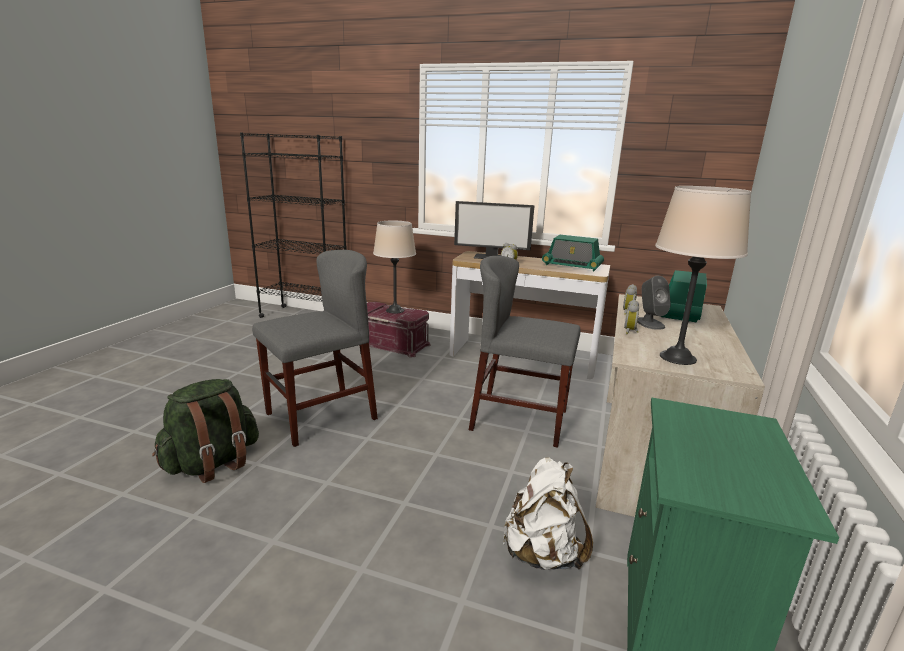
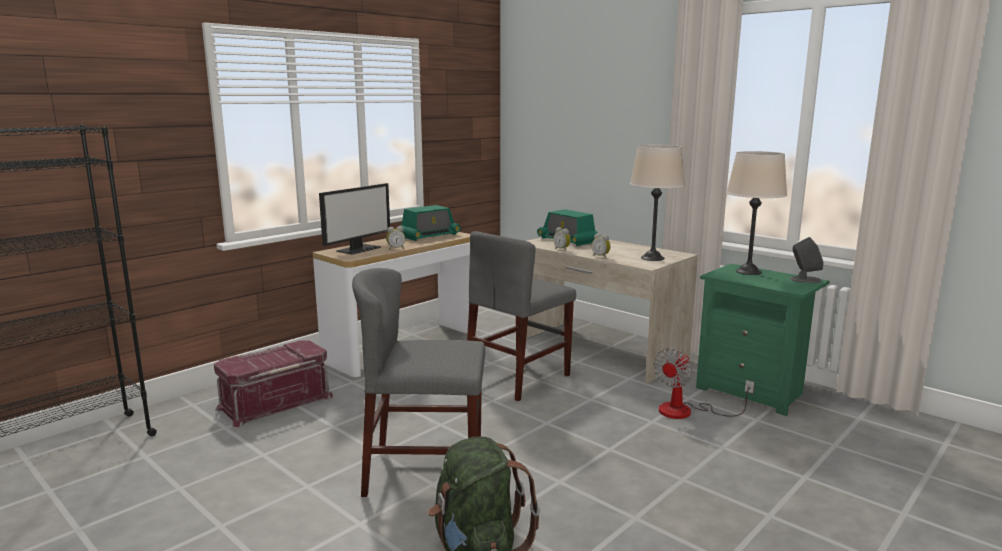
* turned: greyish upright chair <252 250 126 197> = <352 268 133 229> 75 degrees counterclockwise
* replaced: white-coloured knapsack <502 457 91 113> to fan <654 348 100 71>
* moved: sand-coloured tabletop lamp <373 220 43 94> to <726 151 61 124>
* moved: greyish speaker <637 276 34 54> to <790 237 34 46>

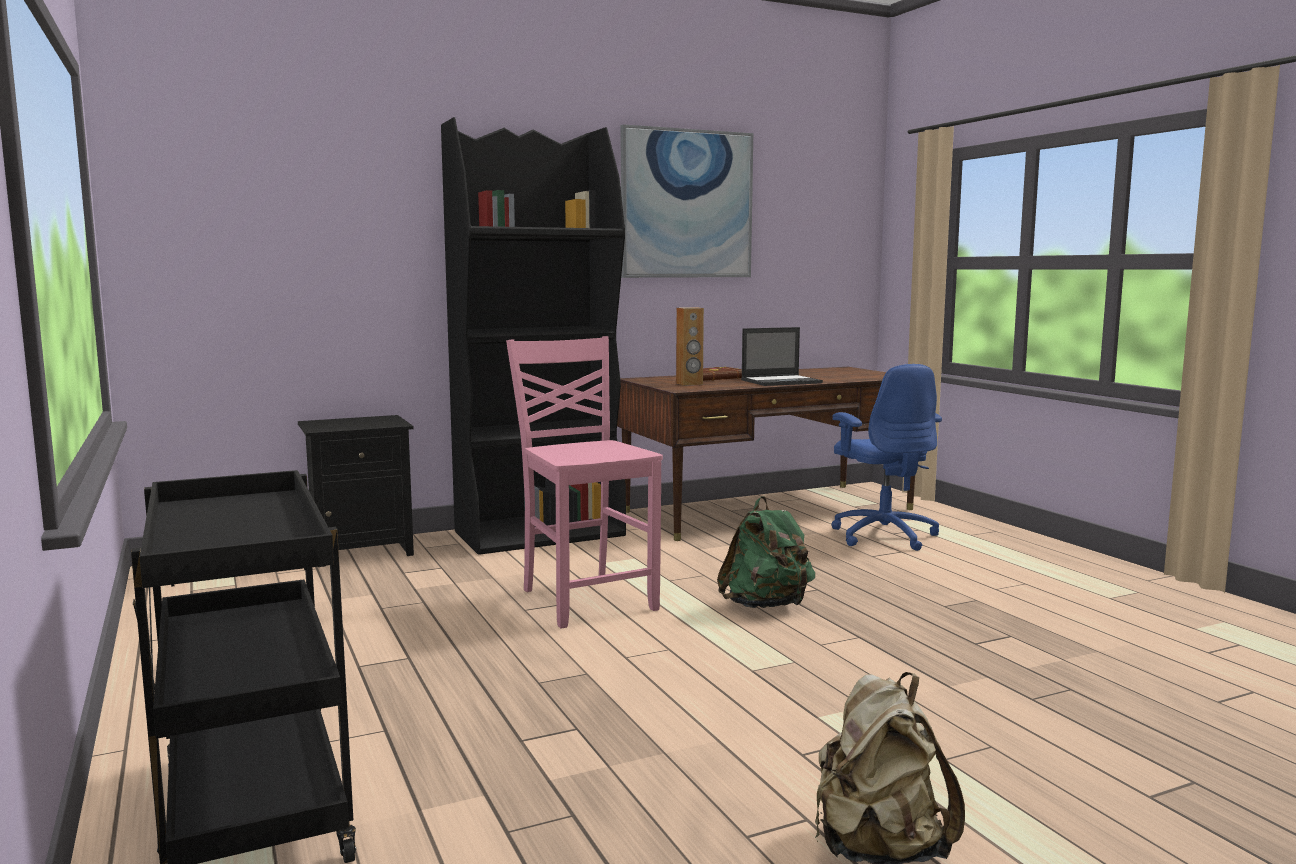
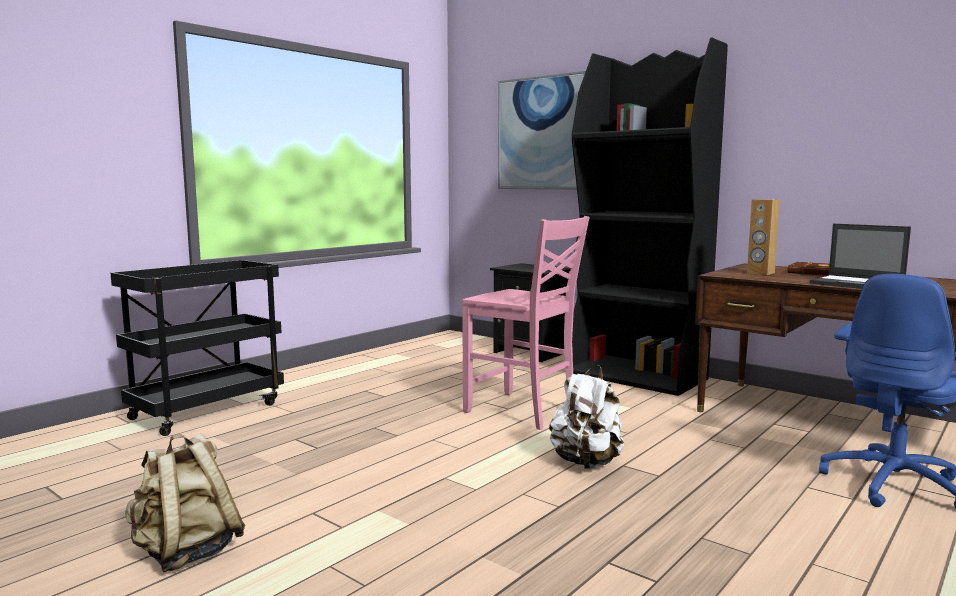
* turned: pink upright chair <506 336 157 292> = <462 216 127 214> 90 degrees clockwise
* moved: wall picture <621 124 132 154> to <498 71 88 119>
* recoloured: green knapsack <717 496 98 112> to white-coloured knapsack <549 365 75 104>

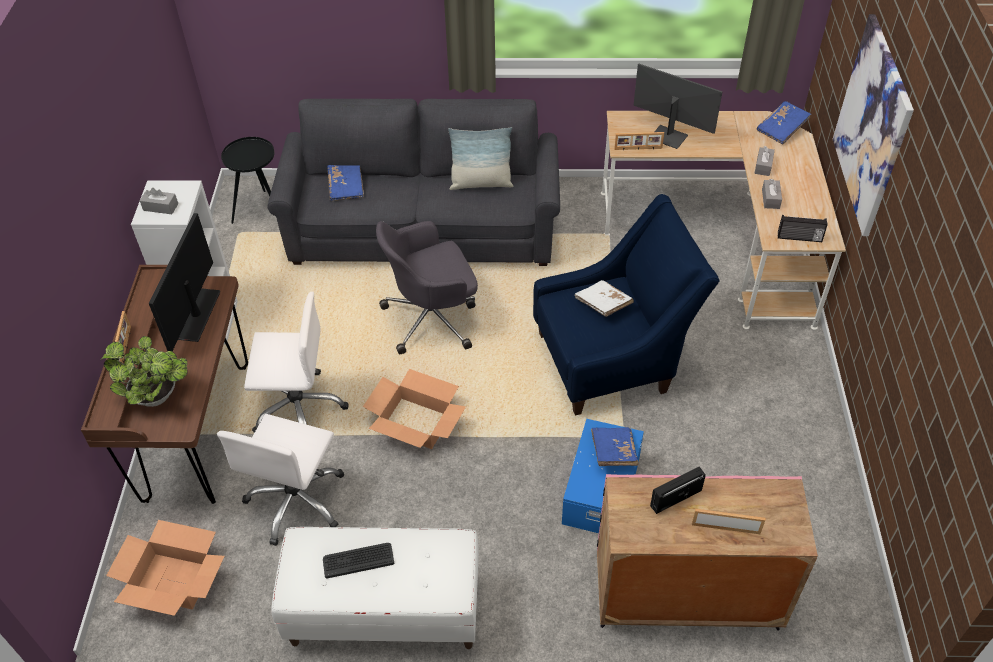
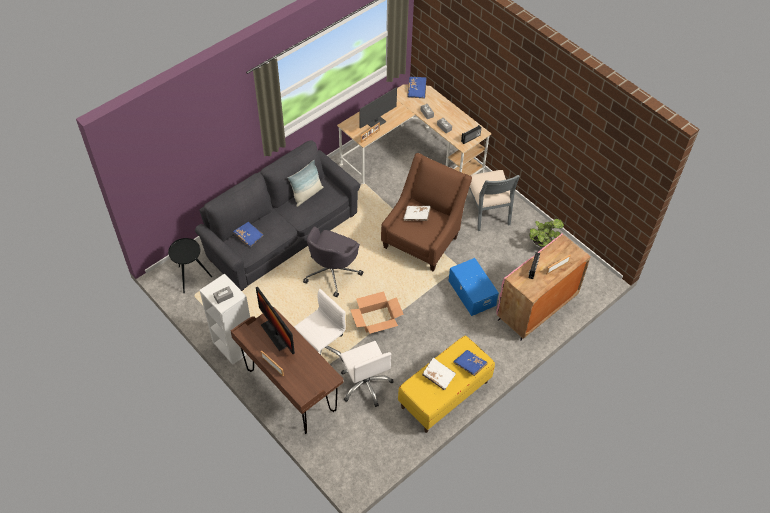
* turned: monitor <633 64 90 85> = <359 87 38 41> 150 degrees clockwise
* recoloured: bluish easy chair <533 194 187 222> to brown easy chair <381 153 91 119>
* recoloured: white-coloured long seat <271 527 207 122> to yellowish long seat <398 335 97 98>
* replaced: keyboard <323 543 71 36> to white-coloured volume <422 358 34 32>
* moved: bluish volume <591 427 47 39> to <454 350 34 26>
* added: greyish upright chair <469 170 51 61>
* moved: houseplant <101 336 87 71> to <529 219 35 29>
* removed: packing box <106 520 119 96>
* removed: wall picture <833 14 81 222>

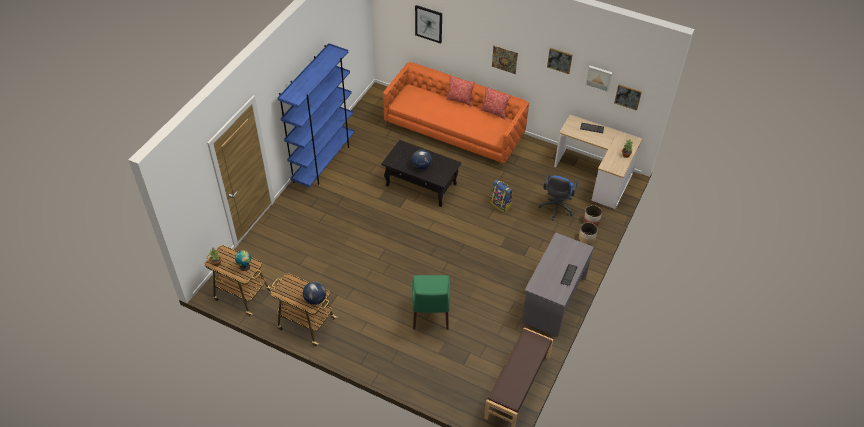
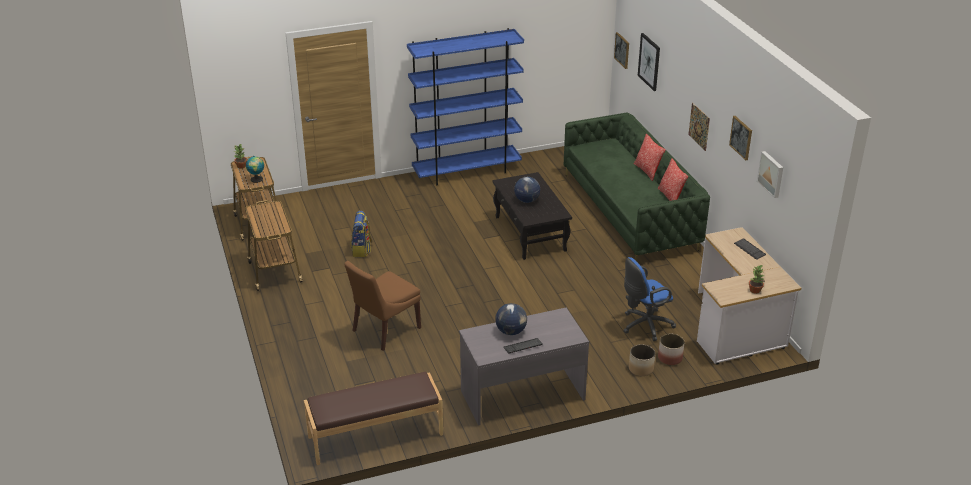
* recoloured: green upright chair <412 275 38 55> to brown upright chair <344 261 77 90>
* moved: knapsack <490 179 23 34> to <351 211 21 46>
* moved: globe <303 281 23 24> to <495 303 32 32>
* recoloured: orangey sofa <383 62 146 106> to green sofa <563 113 147 149>
* moved: wall picture <614 84 28 27> to <614 32 15 37>

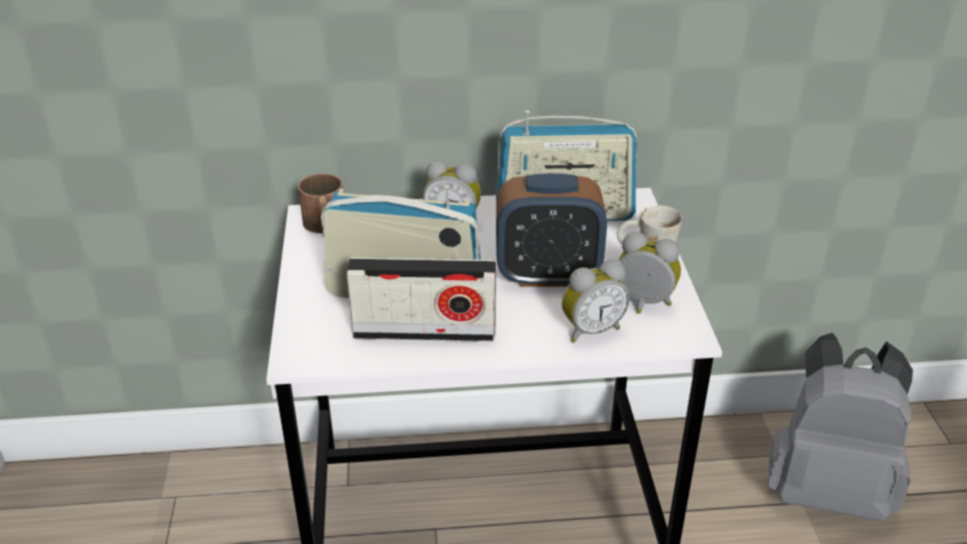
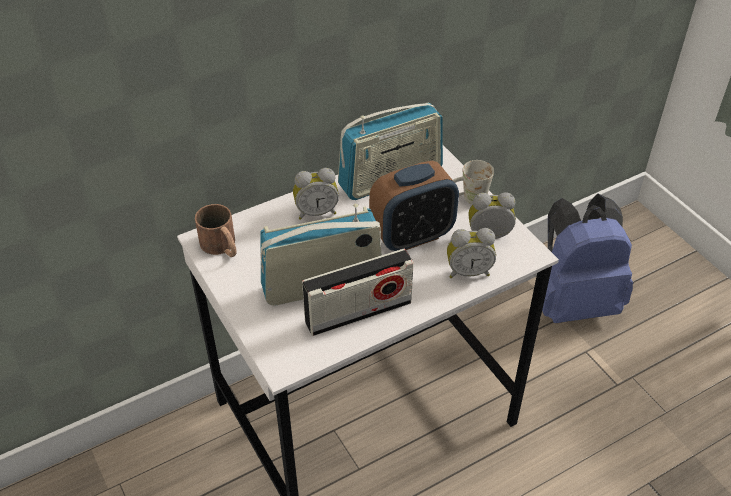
* turned: table clock <562 259 68 84> = <447 228 49 50> 45 degrees clockwise
* recoloured: greyish knapsack <769 333 144 189> to bluish knapsack <542 193 91 130>

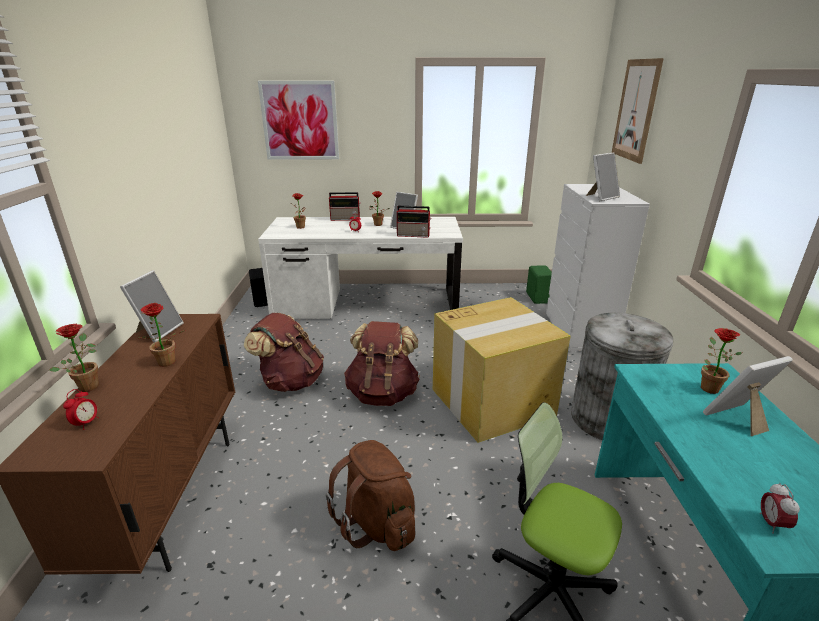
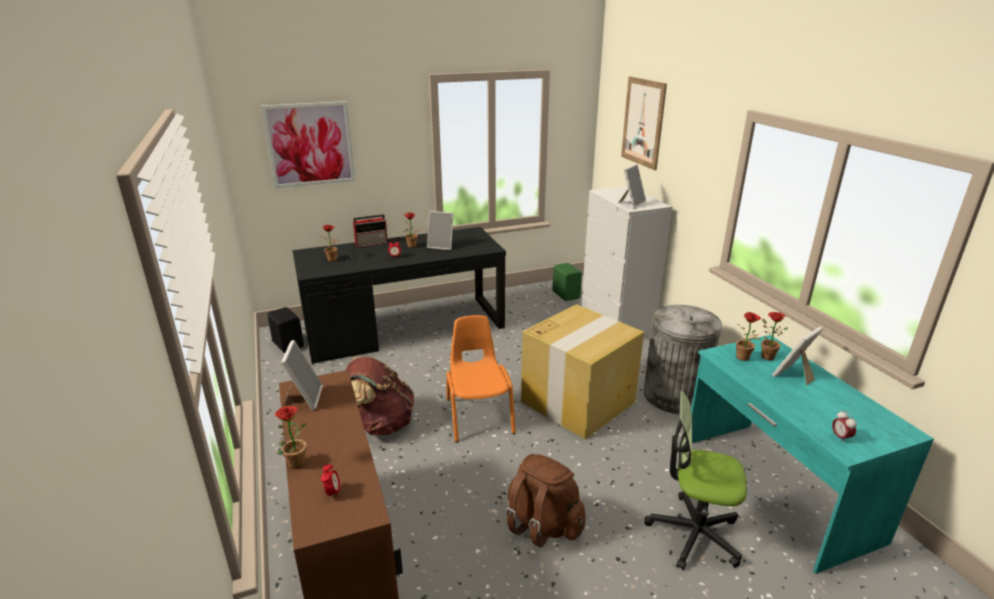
* recoloured: white-coloured desk table <258 217 205 102> to blackish desk table <293 227 213 137>
* replaced: brown knapsack <344 321 76 85> to orangey upright chair <447 315 69 127>
* moved: houseplant <139 303 46 64> to <736 312 25 49>
* removed: radio <397 206 34 32>

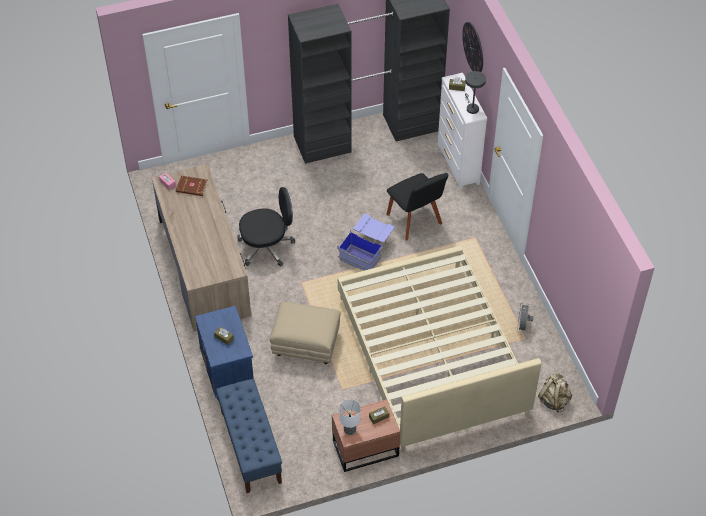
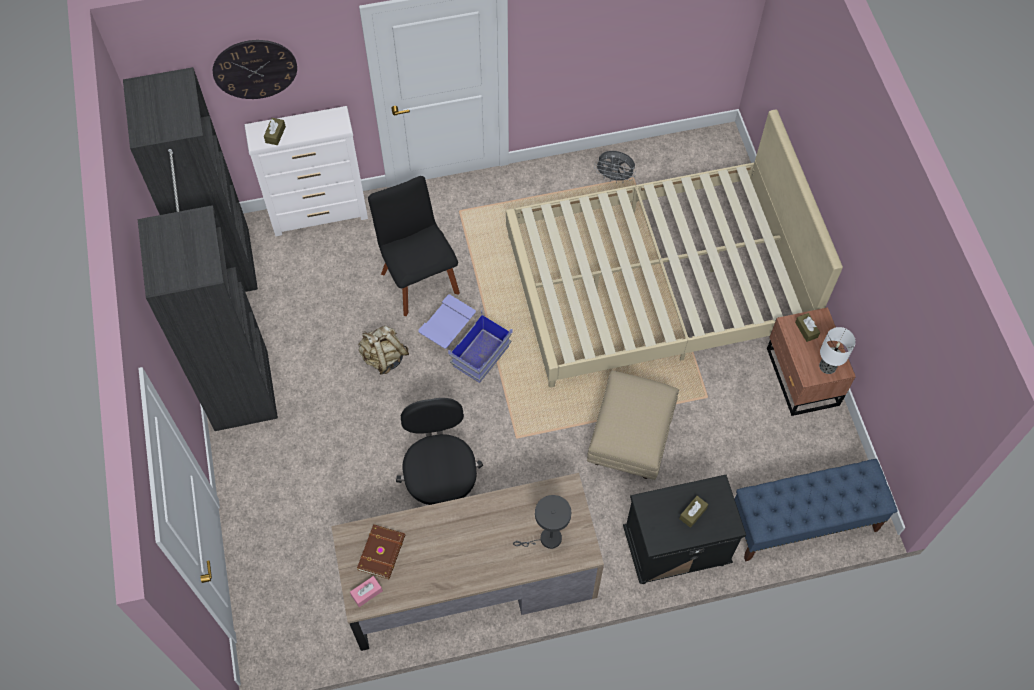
* moved: sand-coloured knapsack <538 373 34 40> to <358 325 51 49>
* turned: blackish upright chair <386 173 62 68> = <368 176 92 140> 90 degrees counterclockwise
* moved: greyish tabletop lamp <465 71 21 43> to <513 495 58 54>
* recoloured: bluish bedside table <195 306 59 95> to blackish bedside table <623 475 123 109>

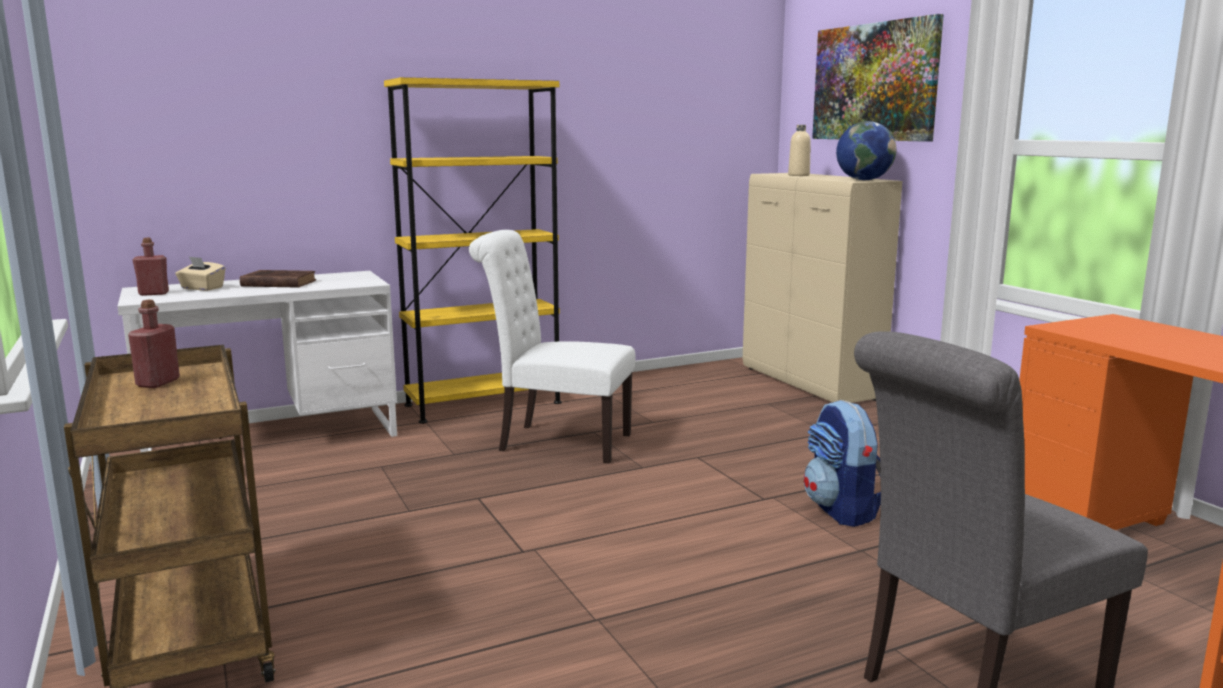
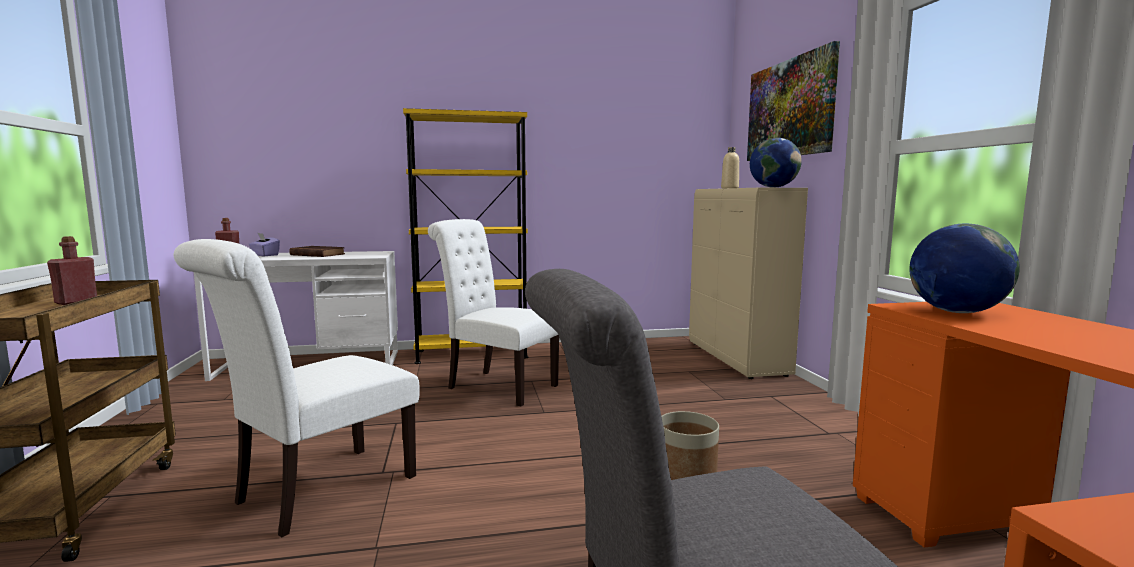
* added: white-coloured upright chair <174 239 246 299>
* recoloured: sand-coloured box of tissues <175 257 50 34> to purple box of tissues <249 233 31 23>
* replaced: knapsack <804 400 77 127> to flower pot <661 411 58 69>
* added: globe <910 224 110 89>

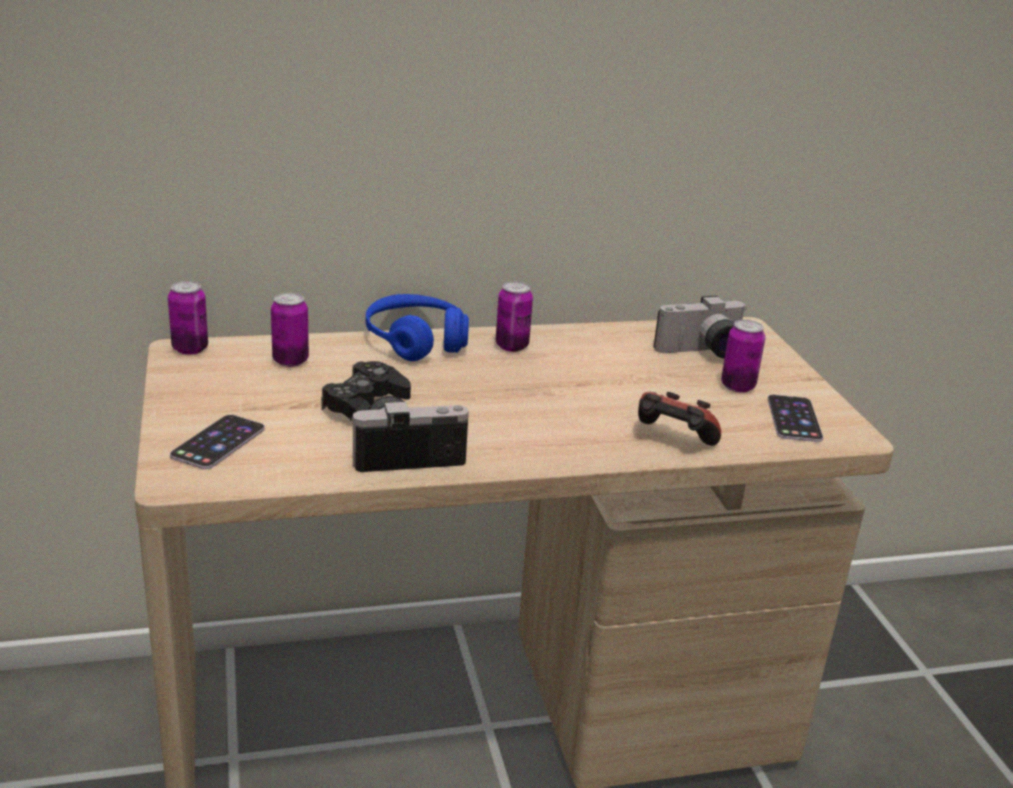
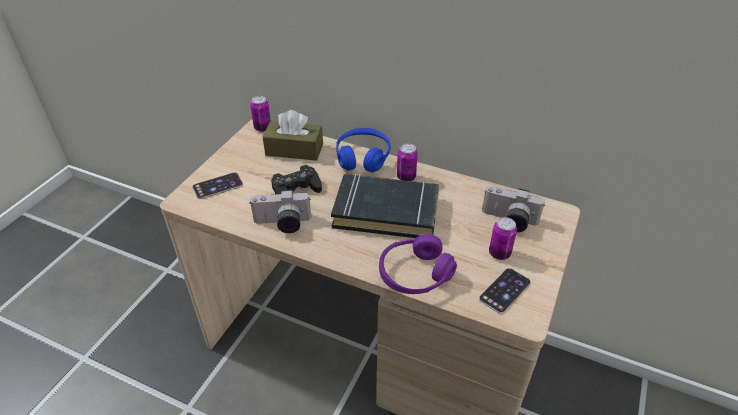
* turned: still camera <350 396 119 76> = <250 189 61 44> 150 degrees clockwise
* replaced: sealed can <271 293 38 74> to brown box of tissues <263 110 60 51>
* added: blackish volume <331 173 108 65>
* replaced: game controller <638 392 83 54> to purple pair of headphones <379 234 78 60>

